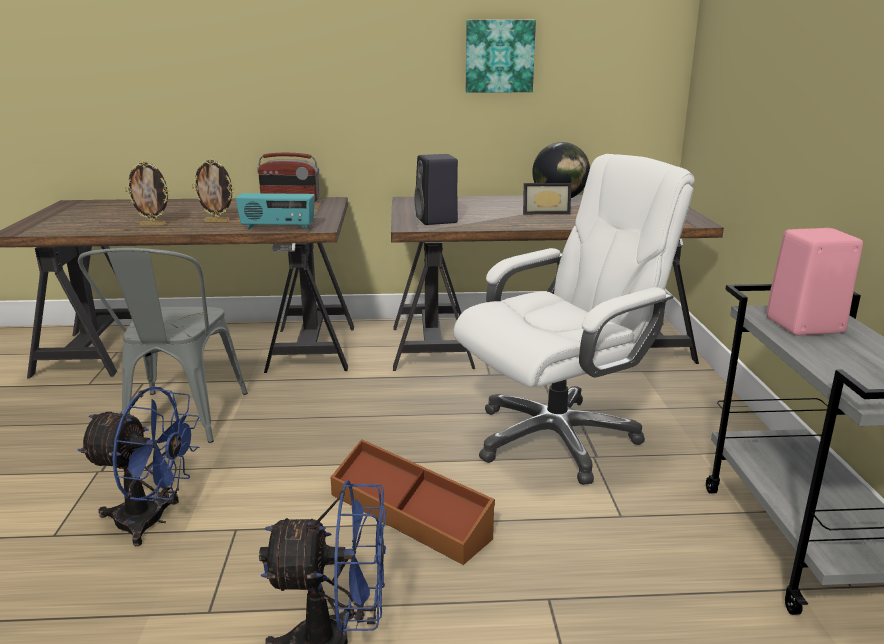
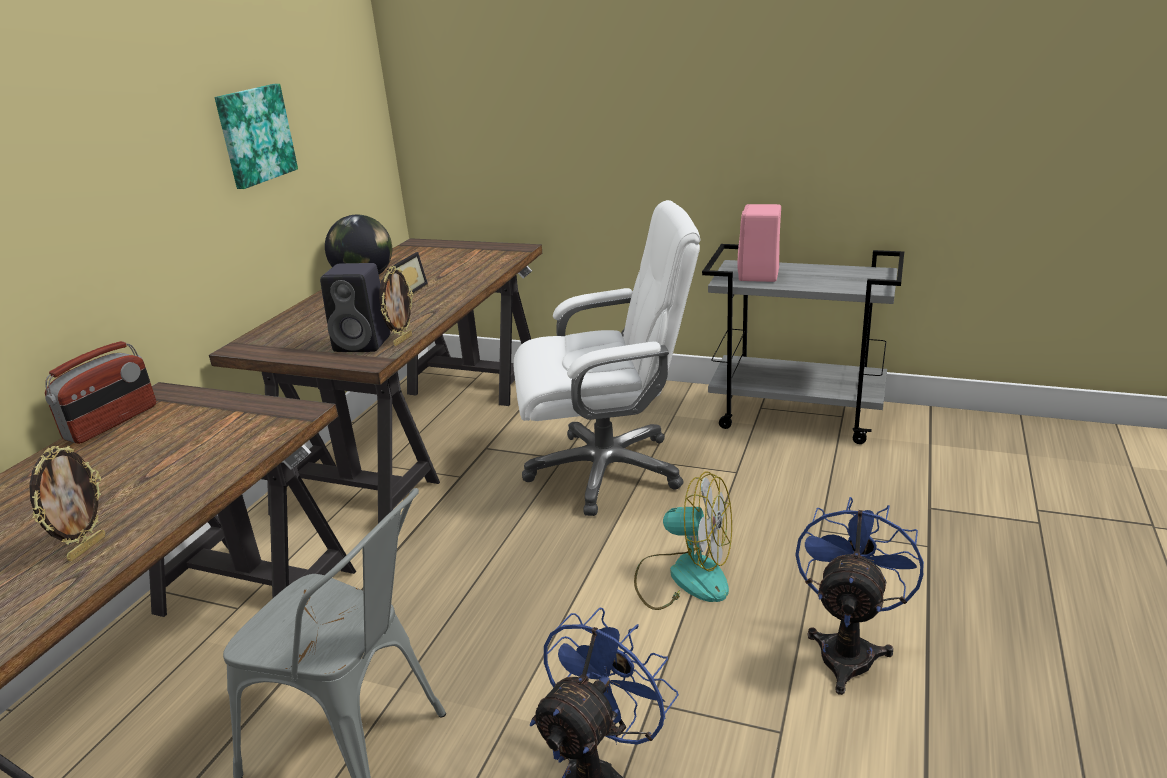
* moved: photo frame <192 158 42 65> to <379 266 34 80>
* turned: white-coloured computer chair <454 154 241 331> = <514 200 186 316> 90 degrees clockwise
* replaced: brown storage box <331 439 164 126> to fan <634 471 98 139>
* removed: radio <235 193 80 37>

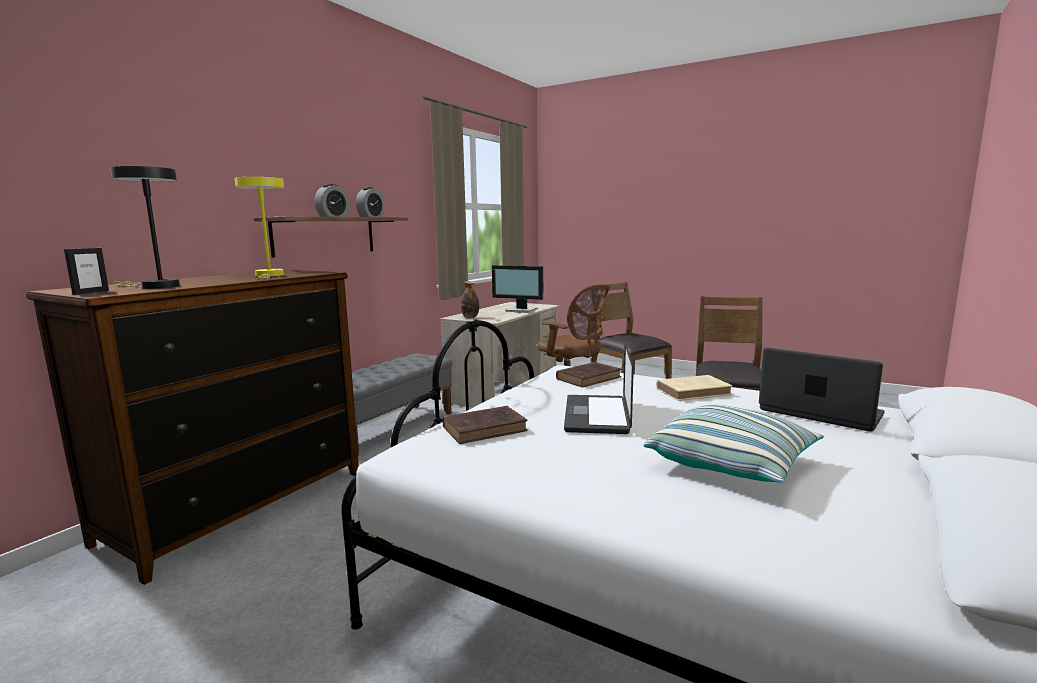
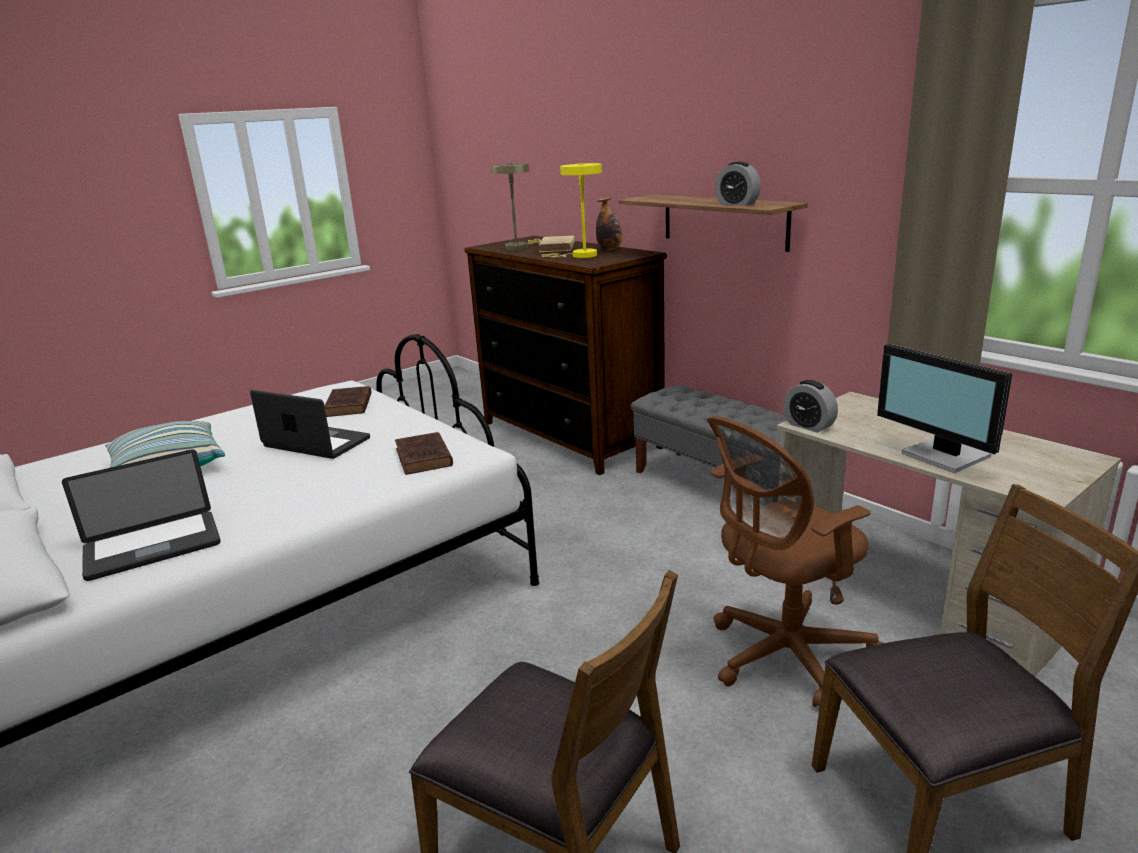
* recoloured: blackish tabletop lamp <110 166 70 123> to sand-coloured tabletop lamp <491 163 50 87>
* moved: sand-coloured volume <656 375 77 26> to <539 236 36 16>
* moved: bottle <461 281 18 37> to <596 197 26 53>
* moved: table clock <314 184 36 33> to <784 380 54 53>
* turned: monitor <492 265 51 48> = <877 344 135 129> 75 degrees counterclockwise
* removed: photo frame <64 248 45 47>

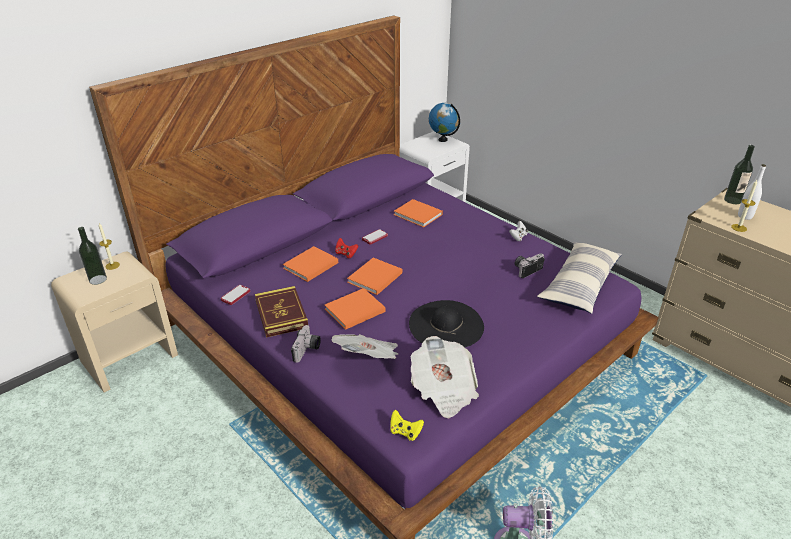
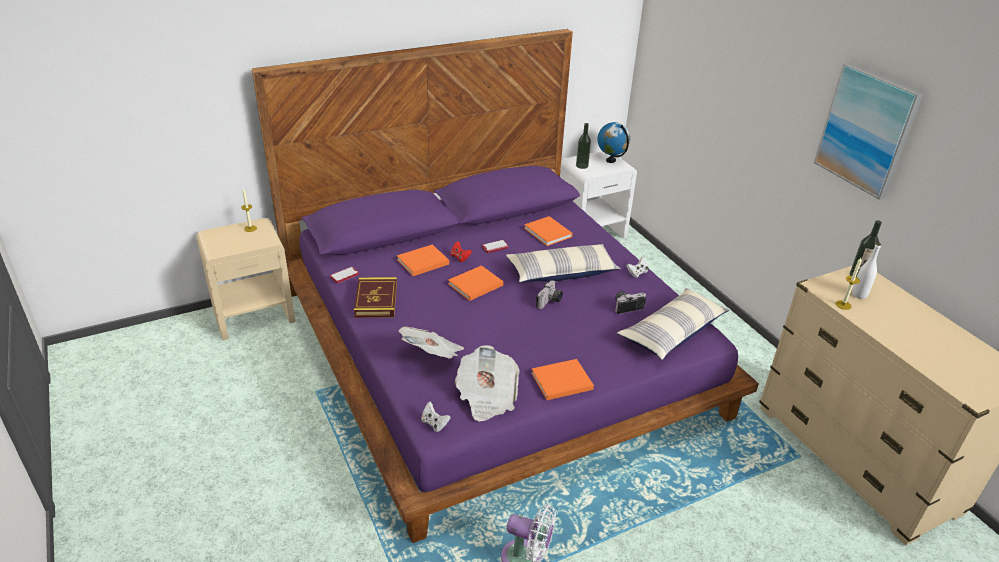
* recoloured: yellowish game controller <390 410 34 31> to white-coloured game controller <421 402 30 30>
* added: cushion <506 244 115 38>
* moved: orangey volume <325 288 60 42> to <531 359 63 41>
* moved: still camera <291 325 30 38> to <536 280 27 29>
* moved: bottle <78 227 29 58> to <576 123 15 46>
* added: wall picture <814 62 109 138>
* removed: blackish hat <409 300 75 47>

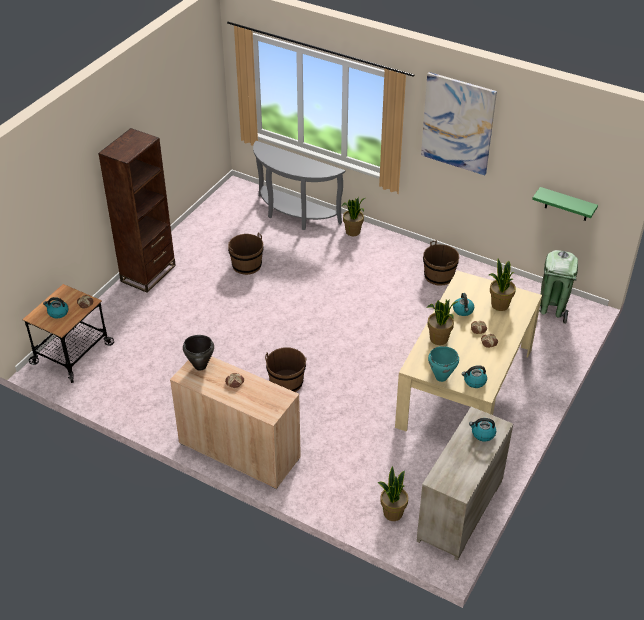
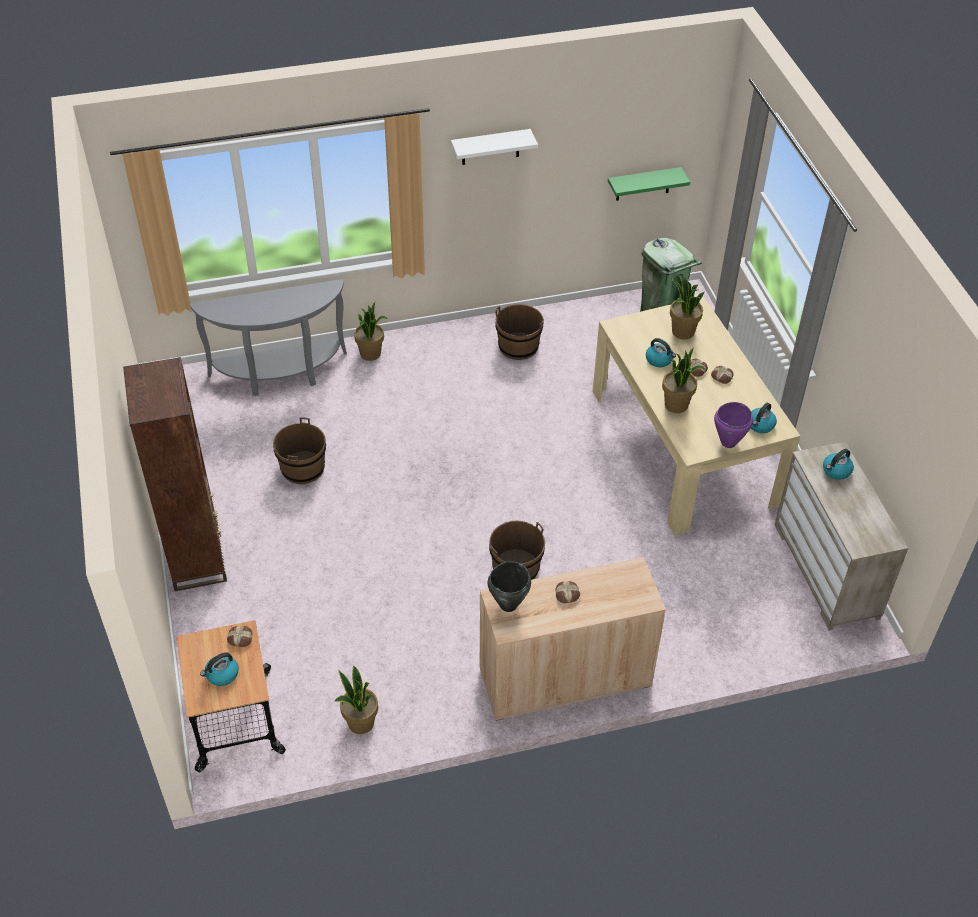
* moved: houseplant <378 466 30 55> to <334 666 44 68>
* replaced: wall picture <421 72 76 103> to white-coloured shelf <451 129 87 36>
* recoloured: blue-green stockpot <428 346 31 36> to purple stockpot <714 402 39 46>

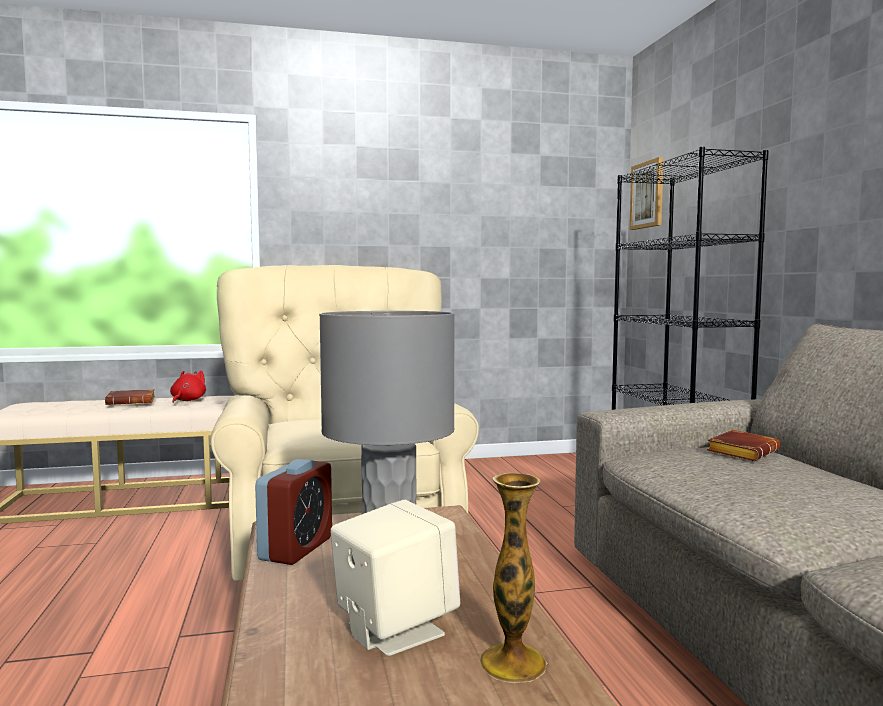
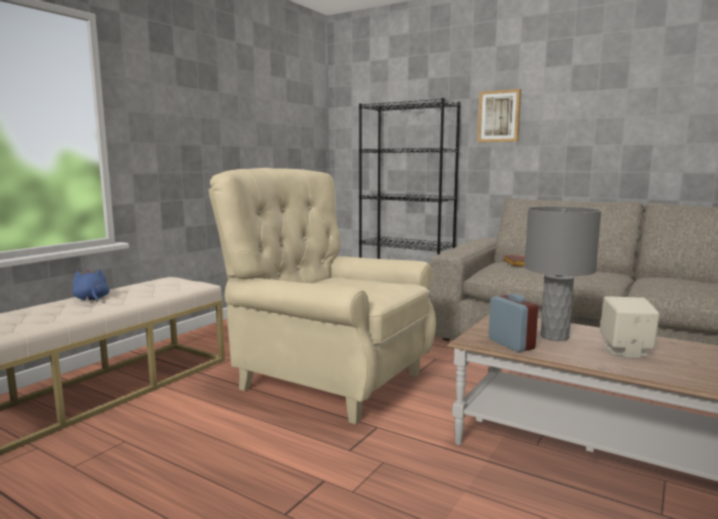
* recoloured: red plush toy <170 371 36 32> to bluish plush toy <72 269 38 33>
* moved: wall picture <630 157 34 73> to <477 89 44 53>
* removed: brown volume <105 389 50 16>
* removed: decorative vase <480 473 68 210>

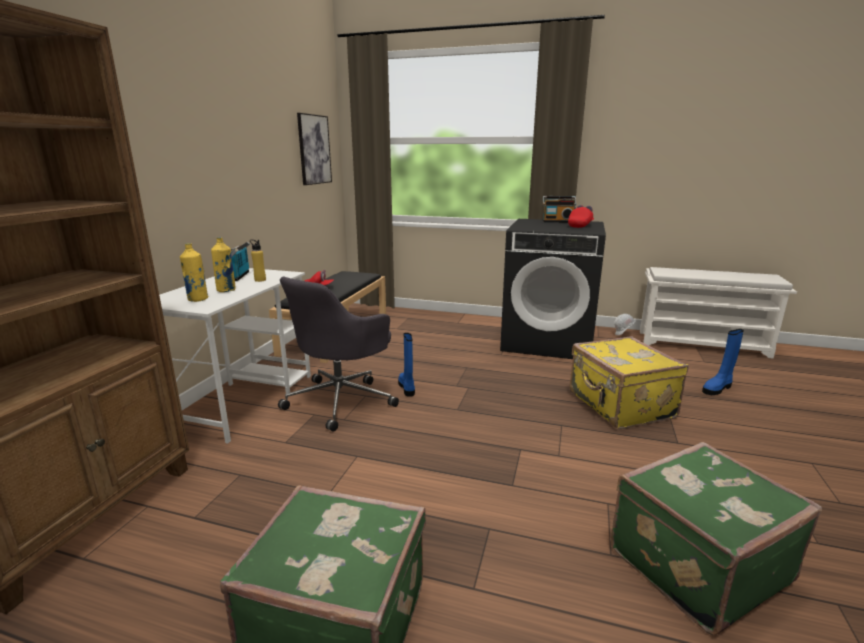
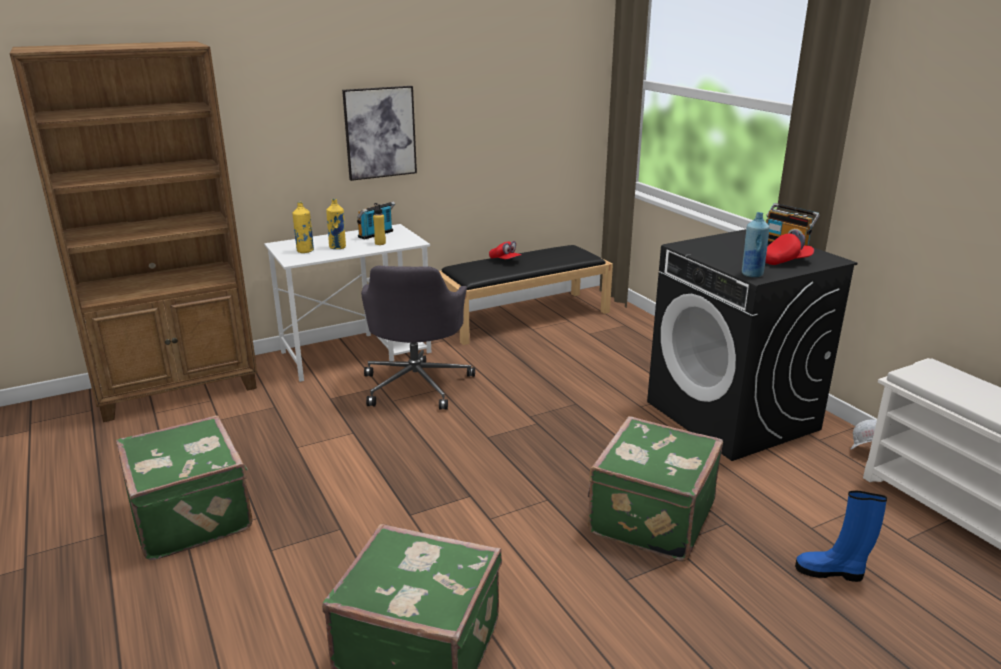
* moved: wall picture <297 113 35 72> to <342 86 75 95>
* turned: greyish computer chair <278 277 121 154> = <361 266 114 144> 75 degrees counterclockwise
* recoloured: yellowish travel case <570 336 119 93> to green travel case <588 416 135 145>
* added: bluish bottle <742 212 28 65>
* removed: bluish boot <398 333 17 64>

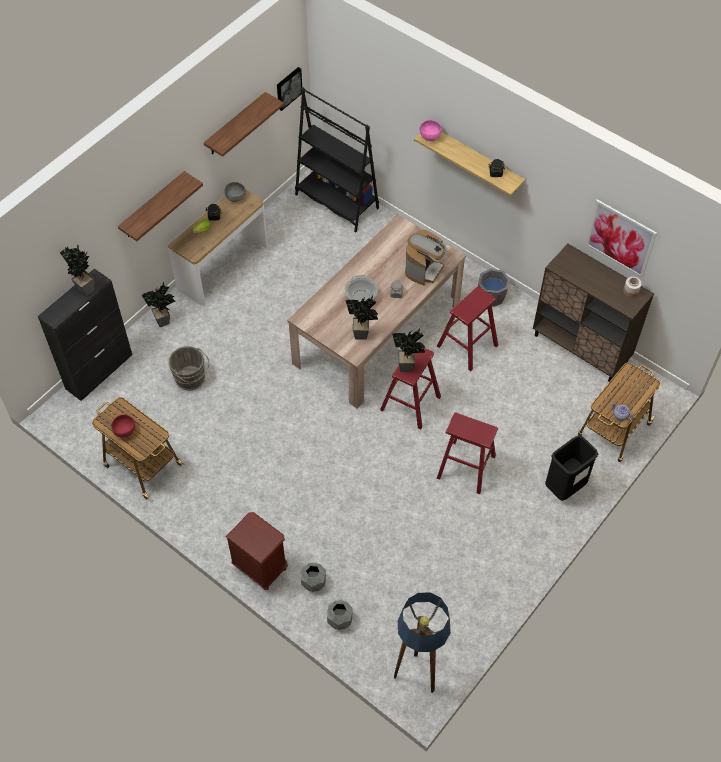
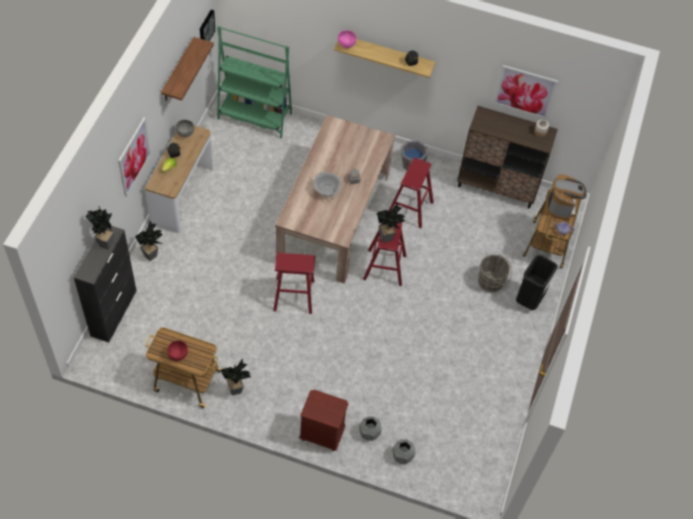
* replaced: shelf <118 171 85 70> to wall picture <118 117 33 80>
* recoloured: blackish bookcase <295 87 84 146> to green bookcase <217 26 75 113>
* moved: houseplant <346 296 32 44> to <220 359 31 37>
* moved: red stool seat <437 412 61 82> to <273 252 42 62>
* moved: greyish pail <169 346 40 44> to <478 254 34 38>
* moved: coffee maker <405 229 42 56> to <548 174 38 46>
* removed: standing lamp <394 593 57 100>

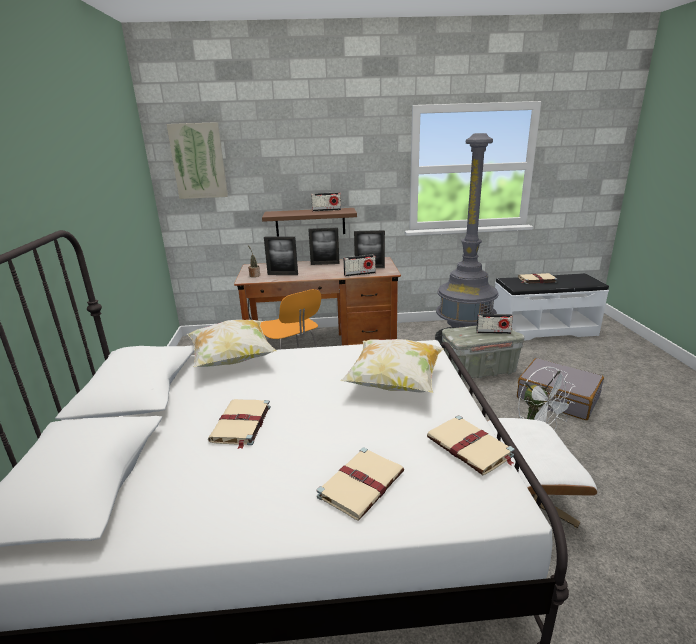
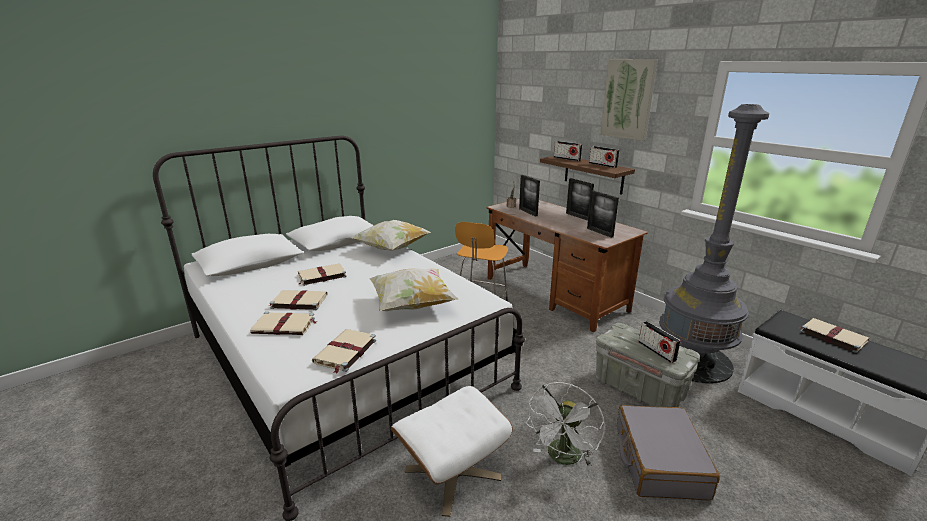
* added: sand-coloured volume <268 290 59 20>
* moved: radio <343 254 33 22> to <554 141 29 20>
* moved: wall picture <166 122 62 77> to <600 59 58 82>

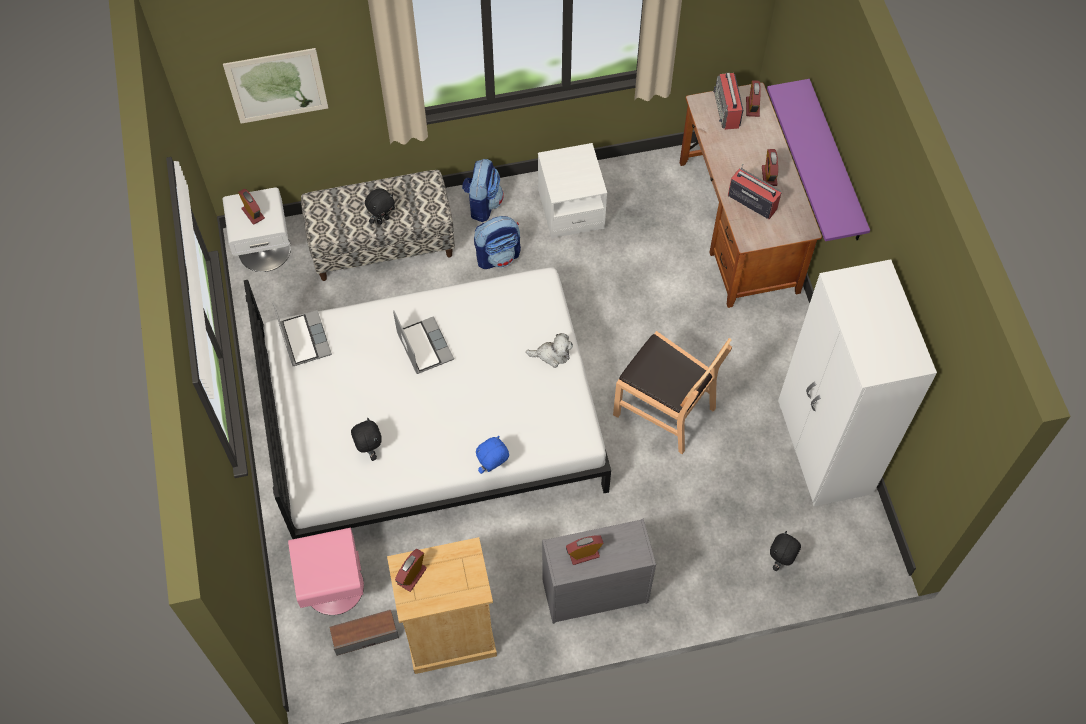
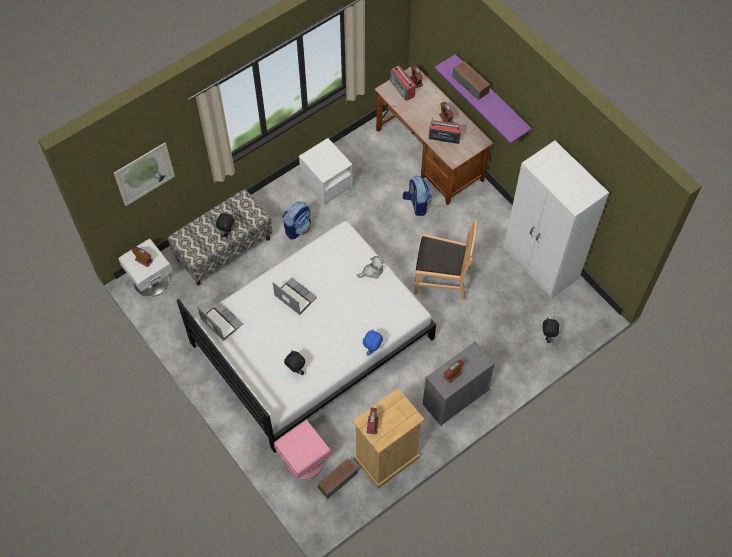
* moved: knapsack <462 159 42 63> to <403 176 29 40>
* added: speaker <452 61 38 39>

